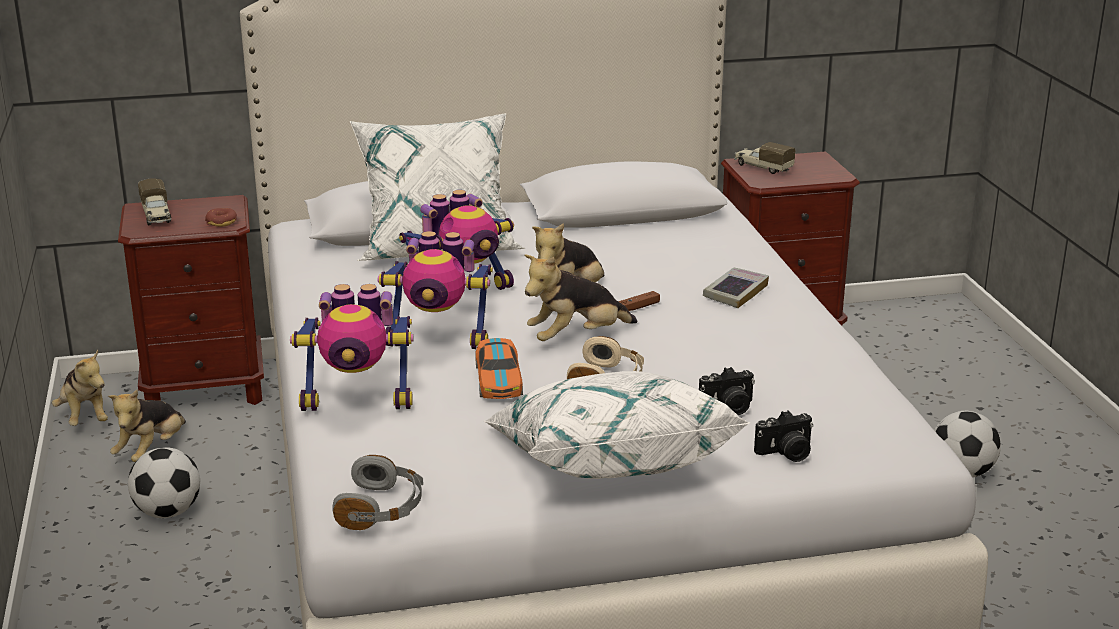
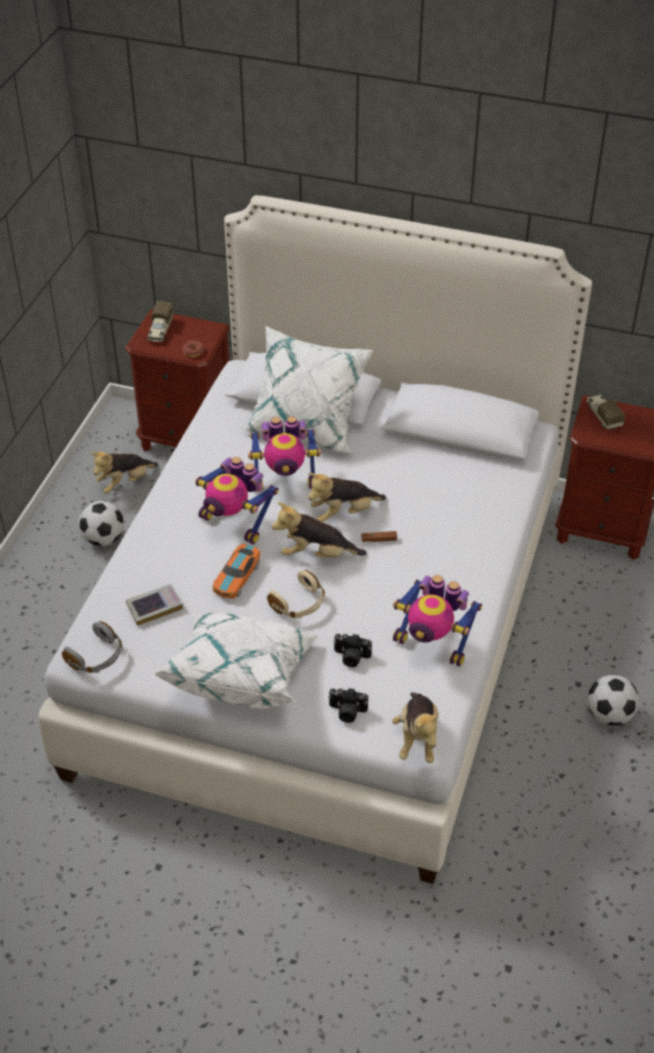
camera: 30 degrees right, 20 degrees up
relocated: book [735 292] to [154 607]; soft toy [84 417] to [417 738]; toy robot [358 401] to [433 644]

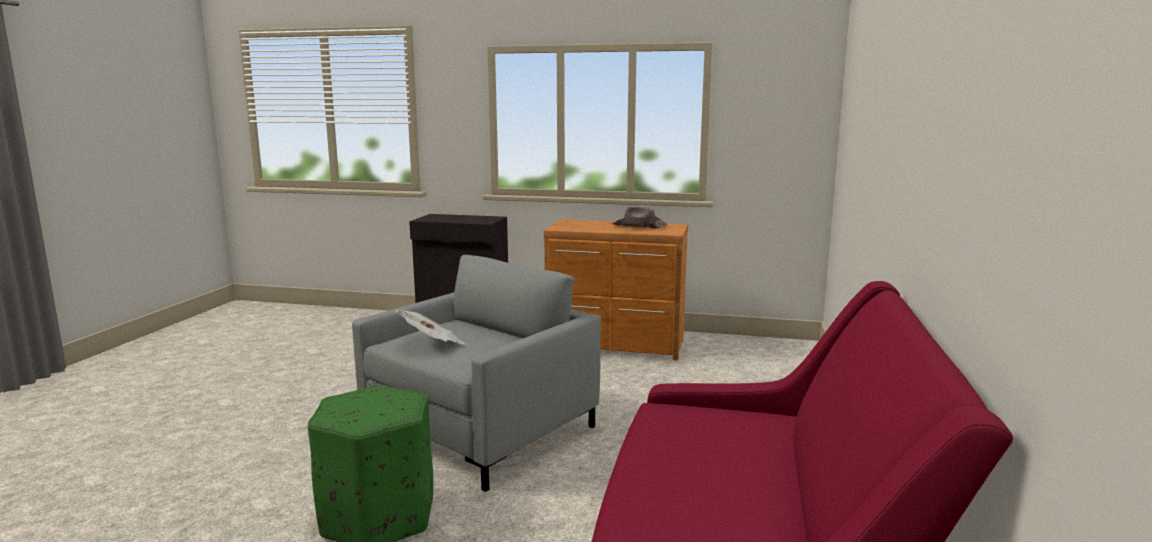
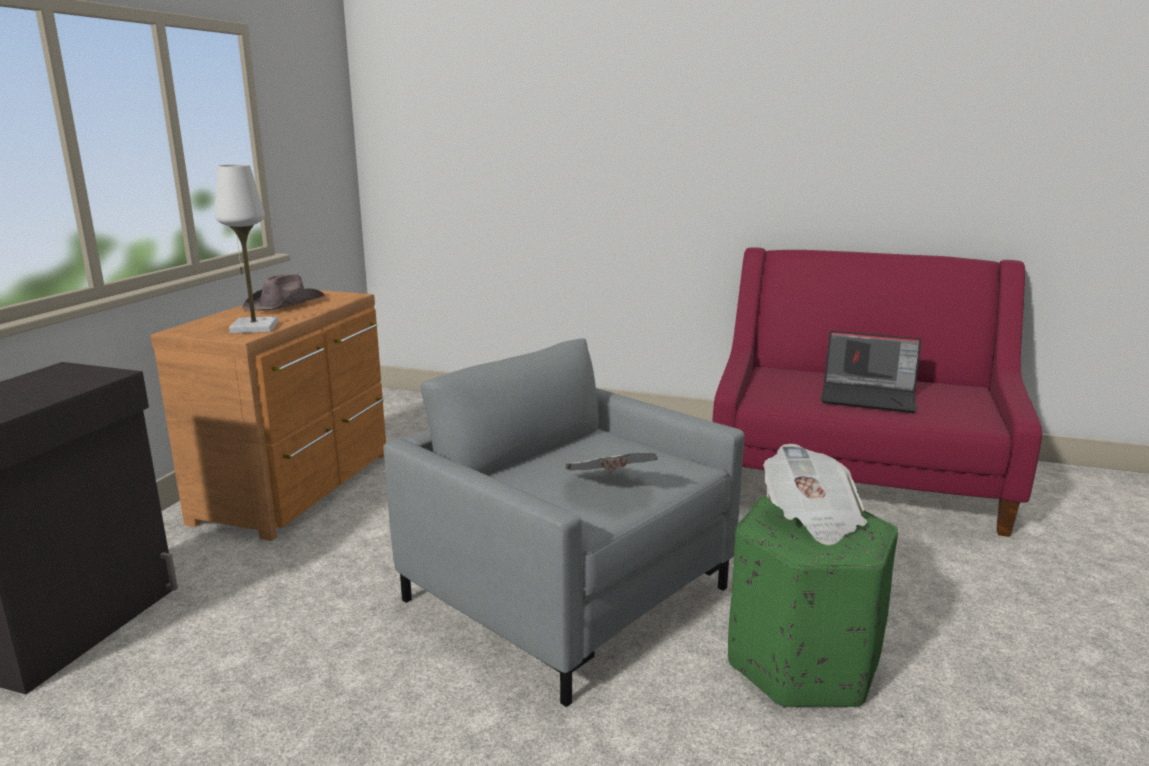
camera: 85 degrees left, 5 degrees up
appeared: white lamp for a table [254 328]; newspaper [811 518]; notebook computer [869 397]

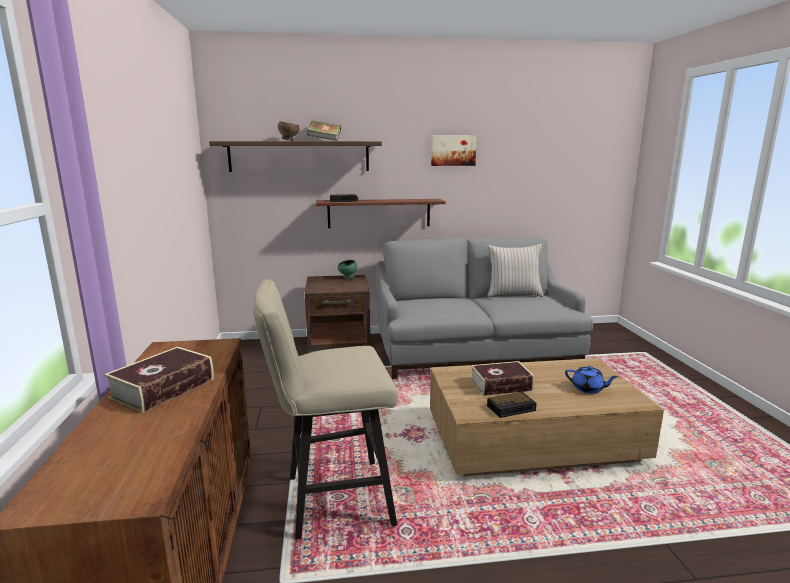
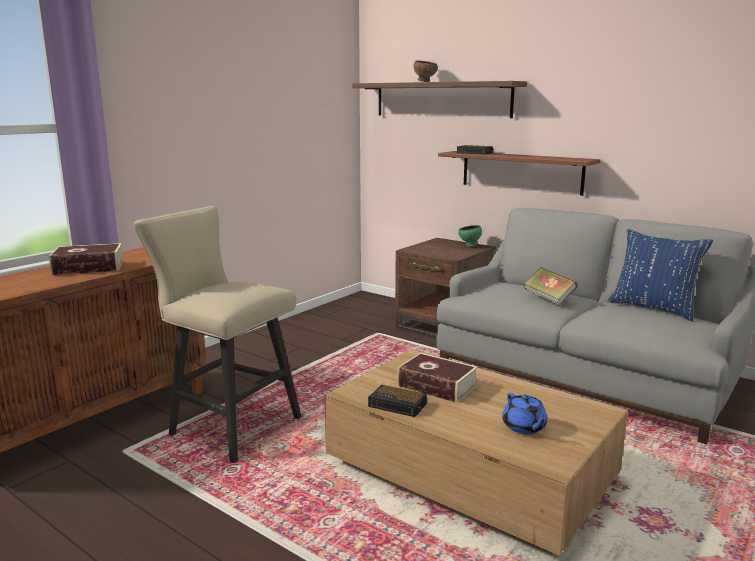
camera: 45 degrees right, 0 degrees up
missing: wall picture [453 150]
relocated: book [324 141] to [548 299]
colour: beige-coloured pillow [513 294] to blue pillow [653 308]

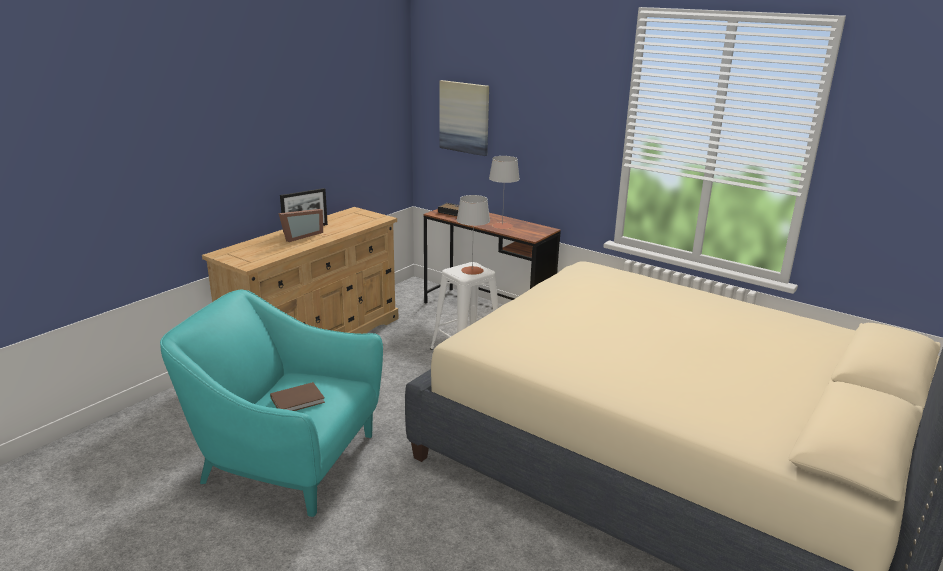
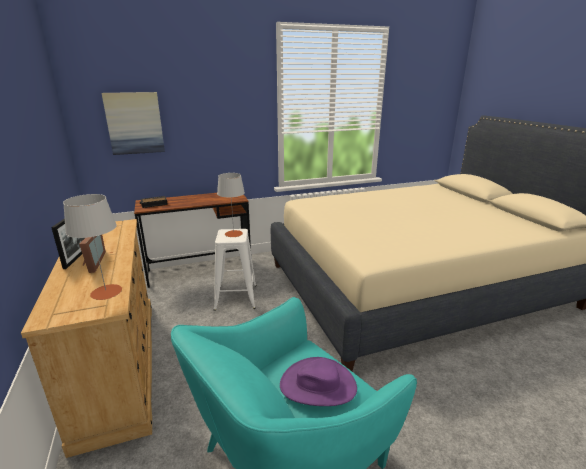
camera: 55 degrees left, 0 degrees up
relocated: greyish lamp for a table [502 226] to [106 292]
exchanged: brown-coloured book [299 400] to purple-coloured wearable hat [318 385]

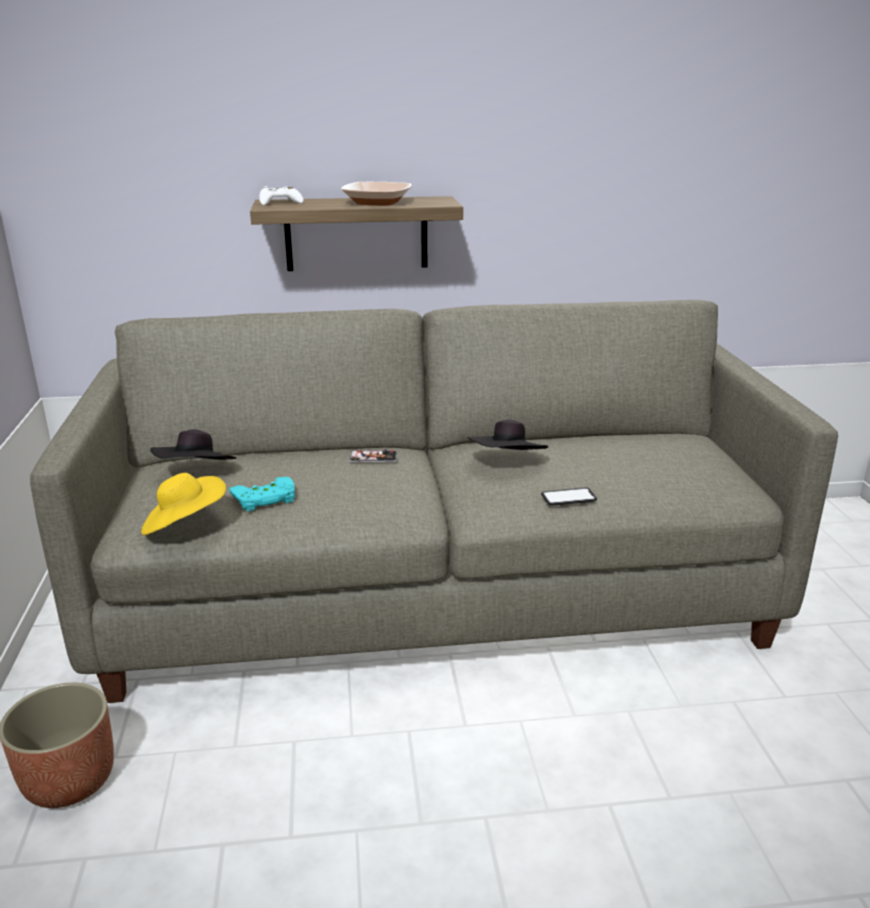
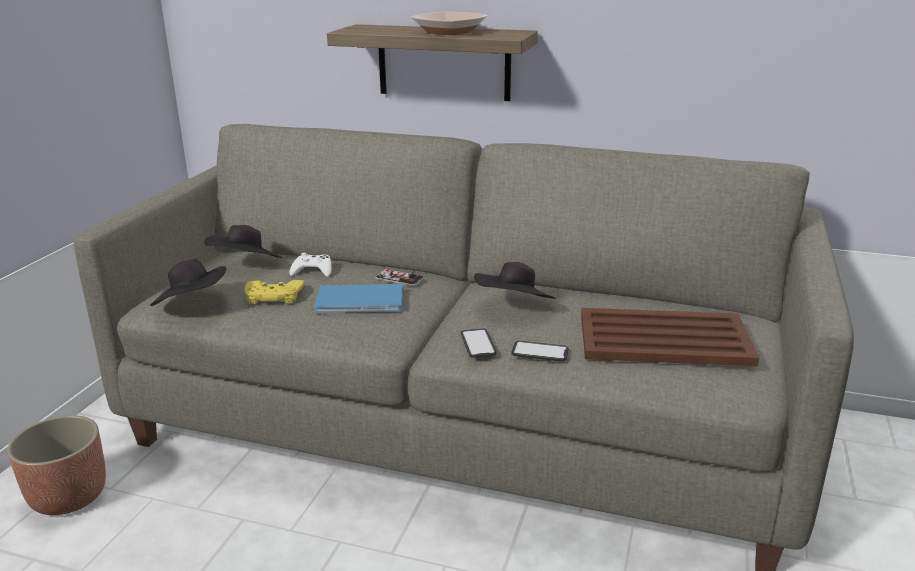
camera: 25 degrees right, 0 degrees up
appeared: blue book [362 301]; handset [478 344]; brown-coloured tray [662 339]
relocated: white game controller [280 202] to [313 270]
colour: yellow-coloured wearable hat [184 525] to black wearable hat [193 305]; turquoise-coloured game controller [265 499] to yellow-coloured game controller [273 297]

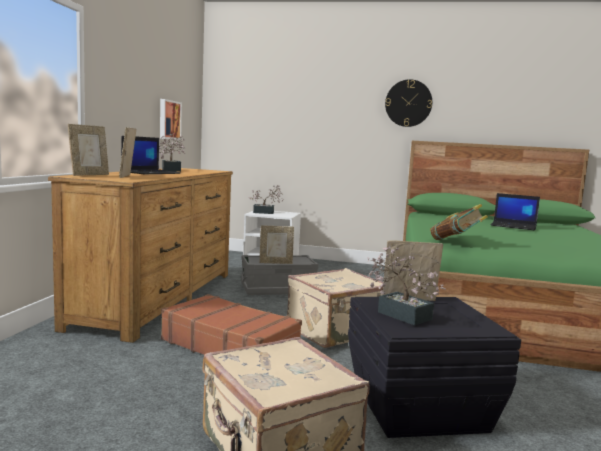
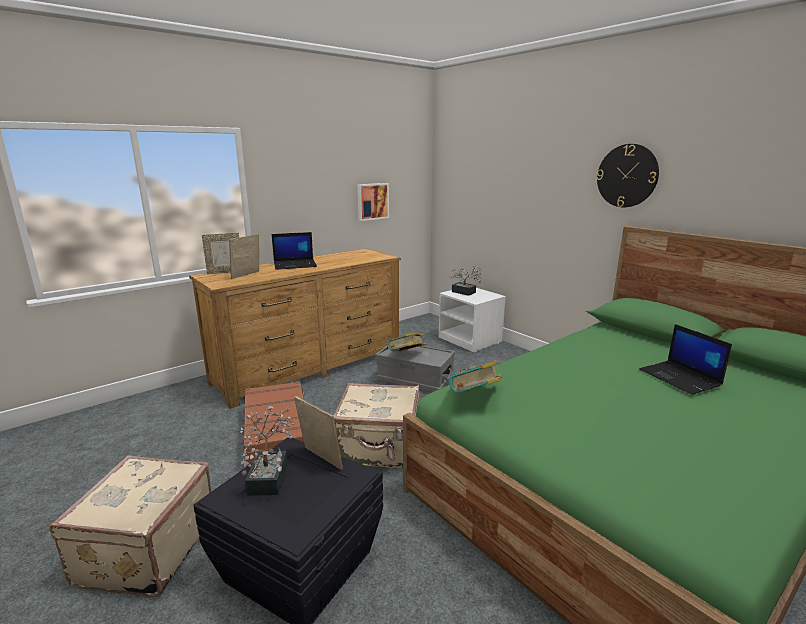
camera: 40 degrees right, 10 degrees up
missing: potted plant [171 170]
exchanged: photo frame [275 263] to book [406 356]

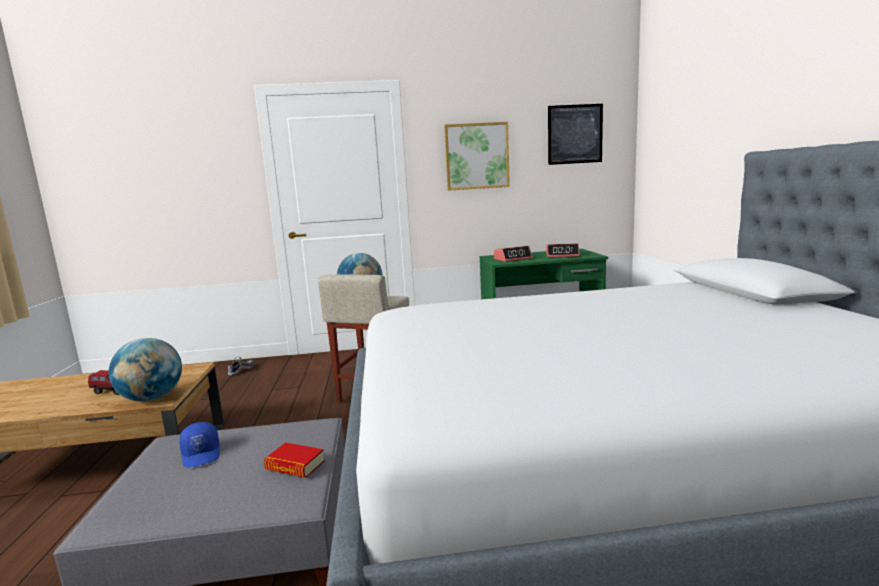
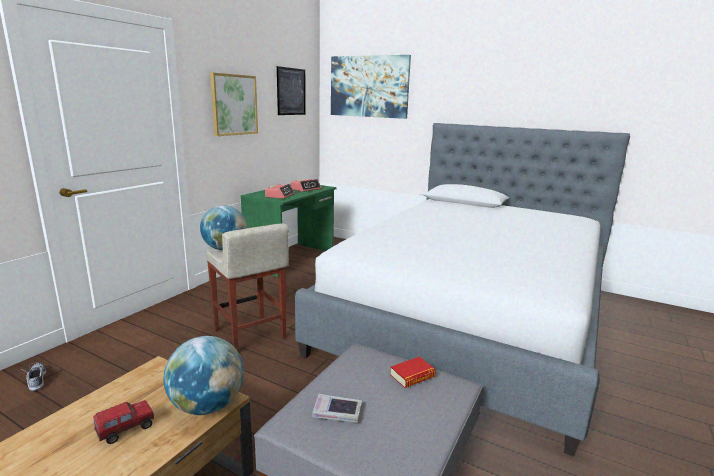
camera: 55 degrees left, 5 degrees up
appeared: wall picture [369 86]
exchanged: blue cap [202 454] to book [337 412]

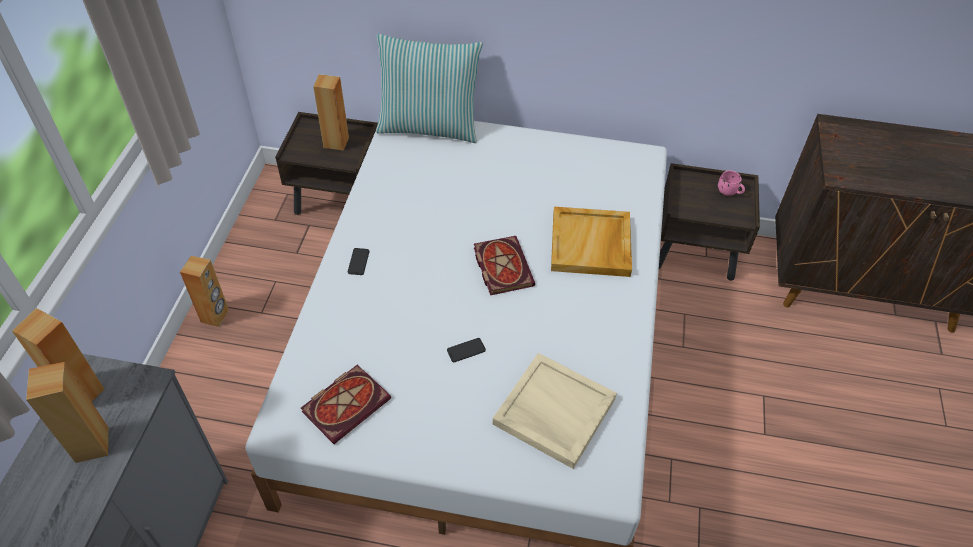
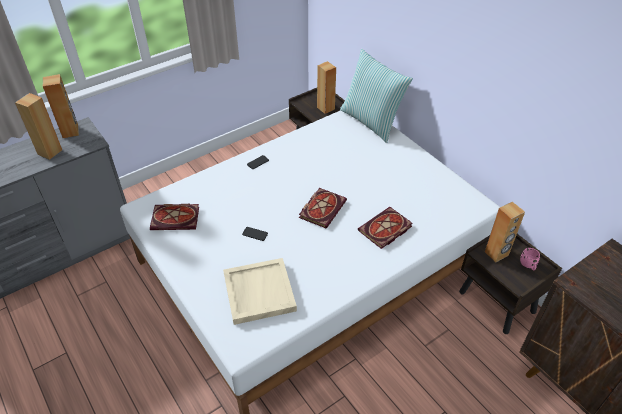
camera: 45 degrees right, 5 degrees down
relocated: brown-coloured audio speaker [215 316] to [496 254]
exchanged: beige-coloured tray [591 245] to book [385 230]

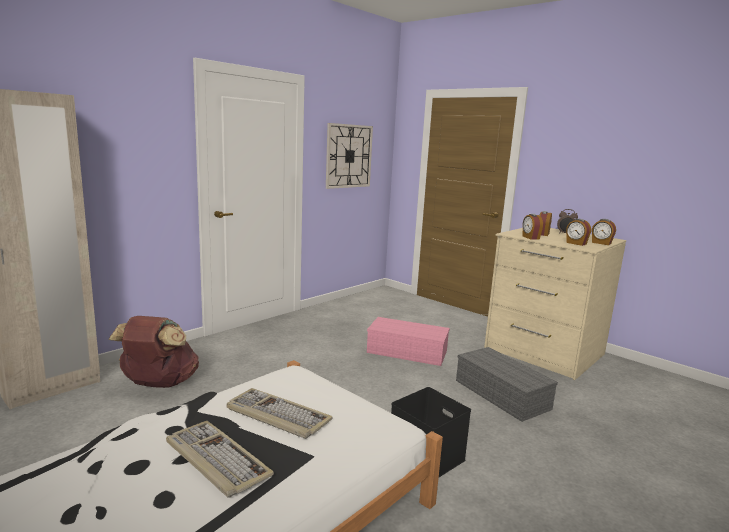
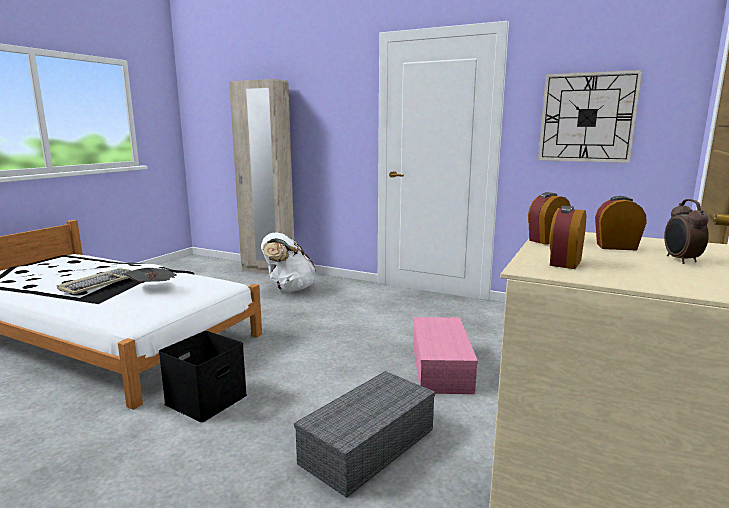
camera: 75 degrees right, 0 degrees up
missing: bedside clock [601 243]
exchanged: PC keyboard [276 415] to newspaper [153 288]
colour: brown-coloured backpack [158 384] to white backpack [288 289]

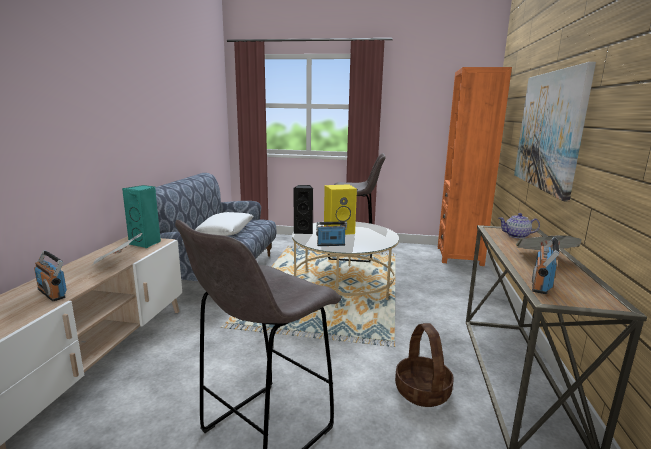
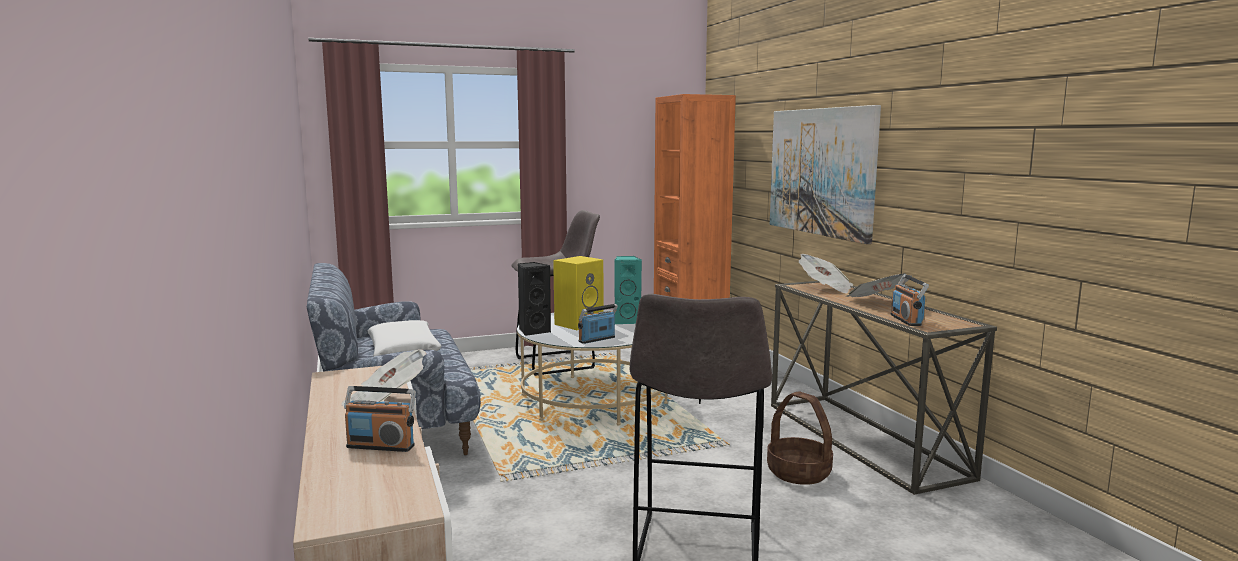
camera: 30 degrees left, 5 degrees down
relocated: turquoise-coloured audio speaker [146 243] to [627 321]
exchanged: teapot [517 236] to newspaper [825 288]

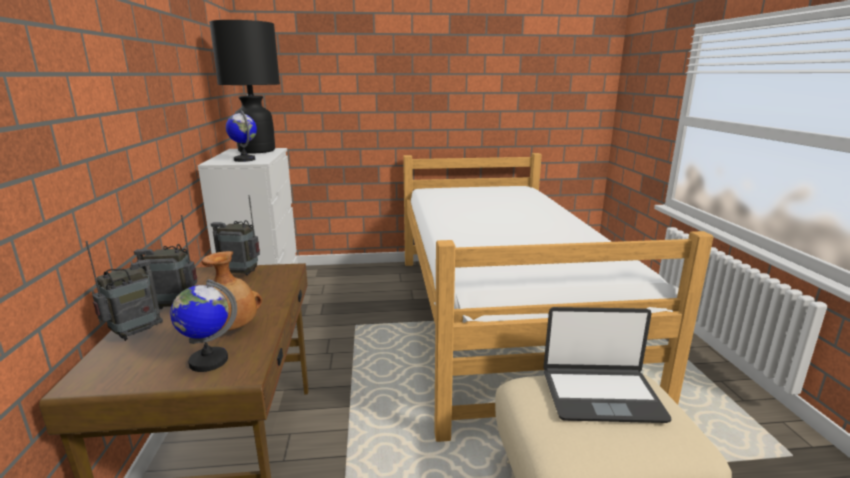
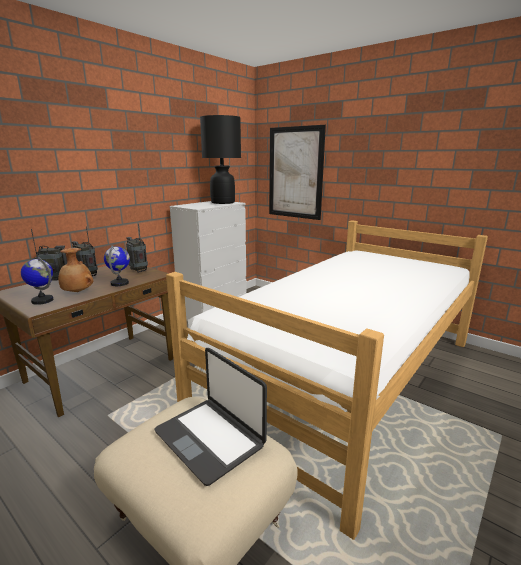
camera: 45 degrees right, 0 degrees up
appeared: wall picture [295 173]
relocated: desk globe [245 159] to [120 283]

